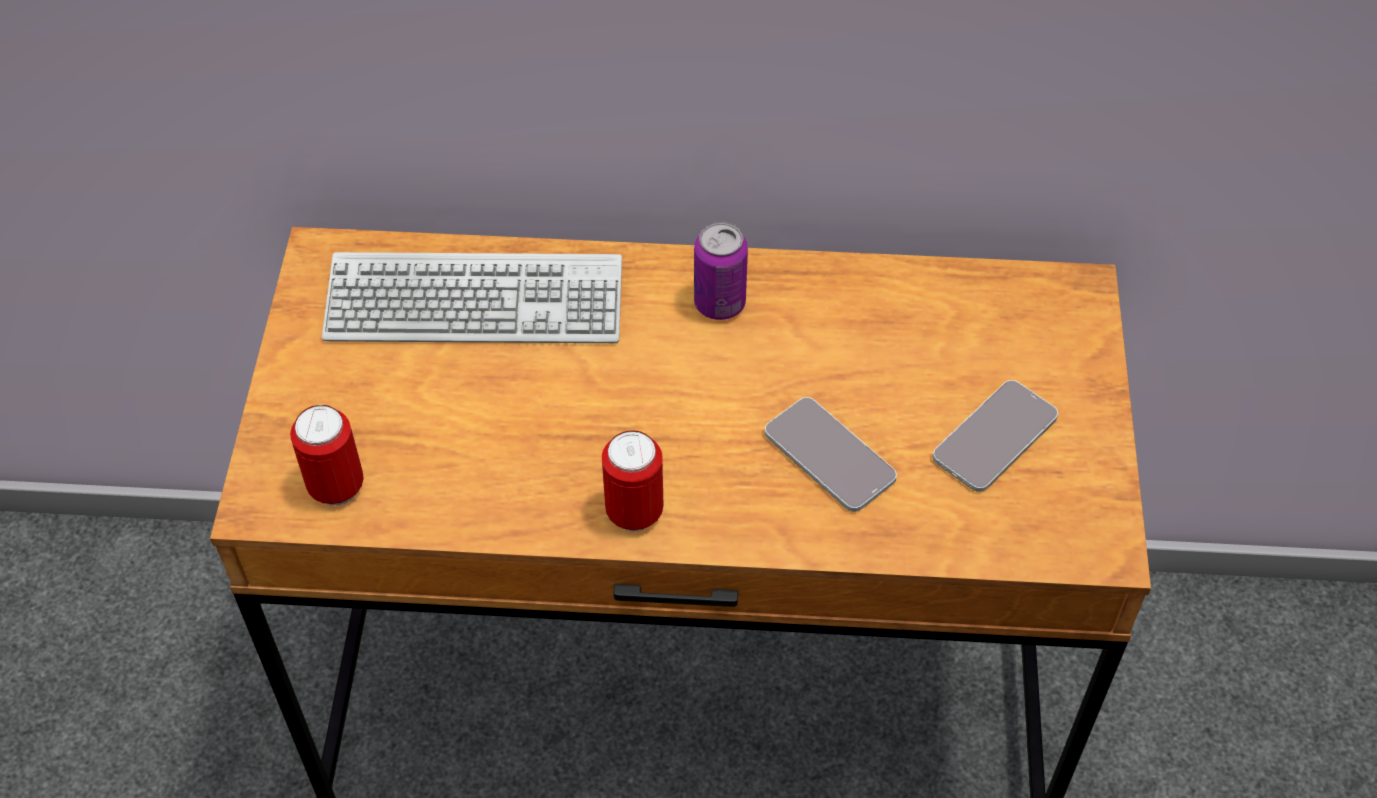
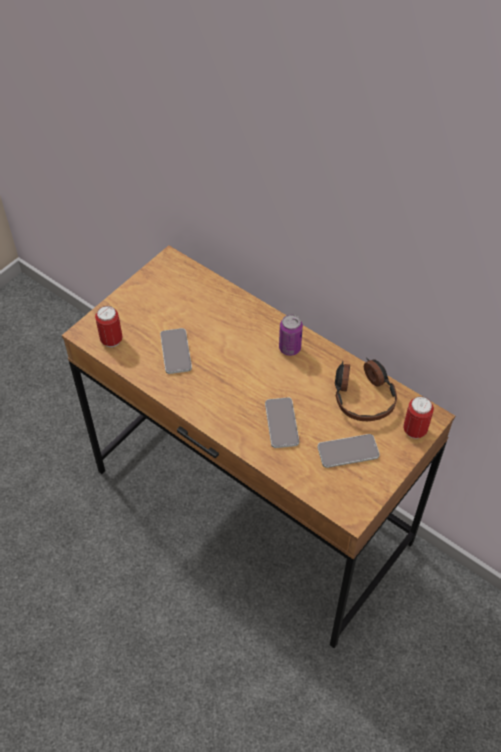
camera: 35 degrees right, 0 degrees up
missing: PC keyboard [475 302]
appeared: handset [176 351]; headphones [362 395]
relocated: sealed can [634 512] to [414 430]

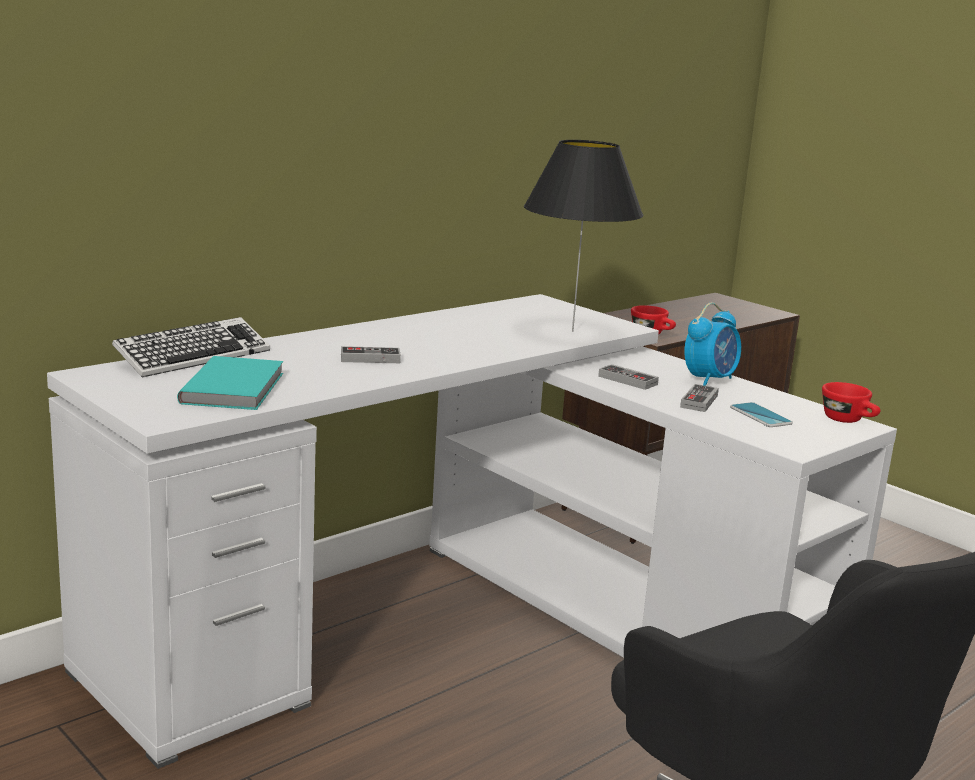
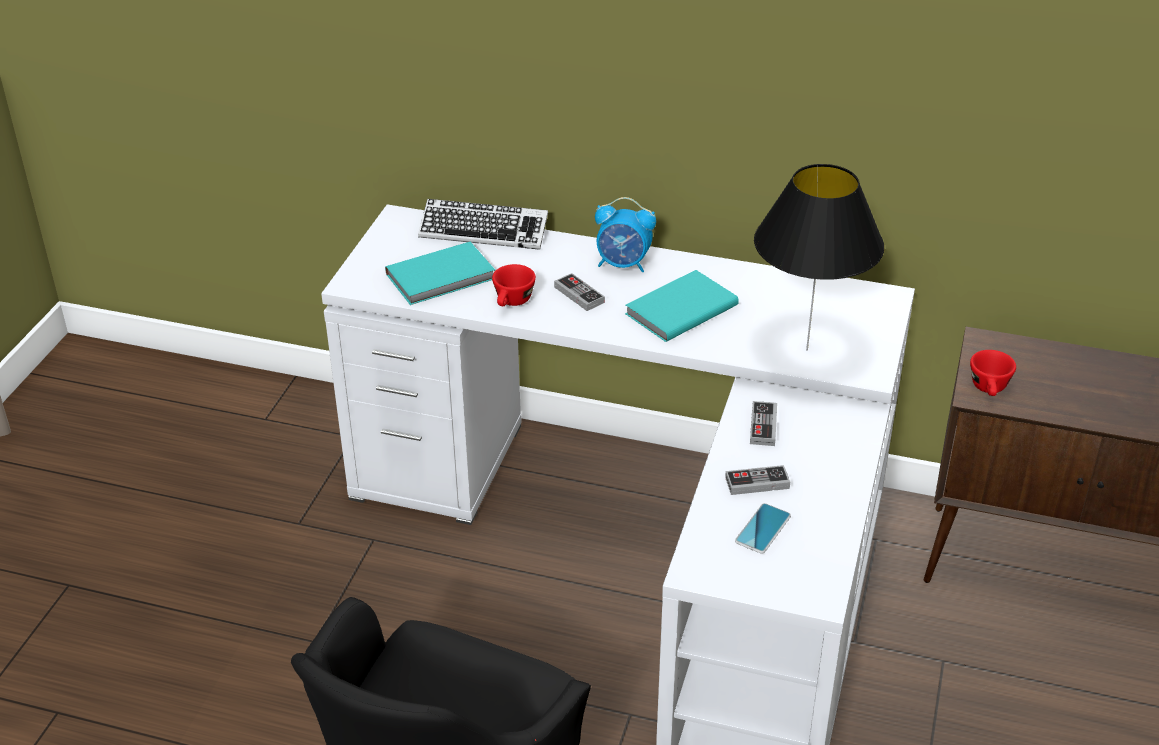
camera: 60 degrees right, 20 degrees up
appeared: turquoise-coloured book [678 309]
relocated: red-coloured drinking cup [849 421] to [512 302]; bedside clock [710 380] to [623 264]

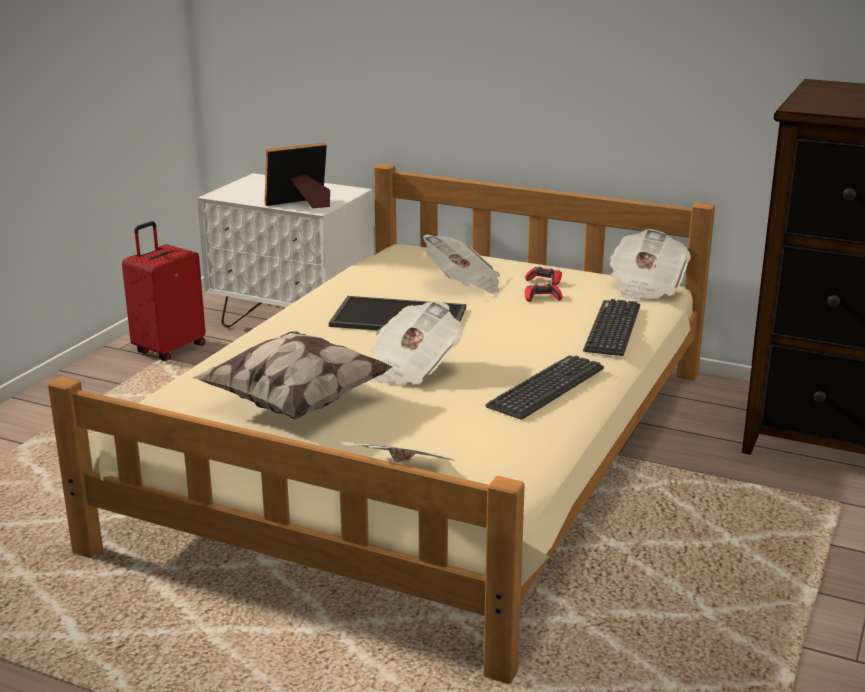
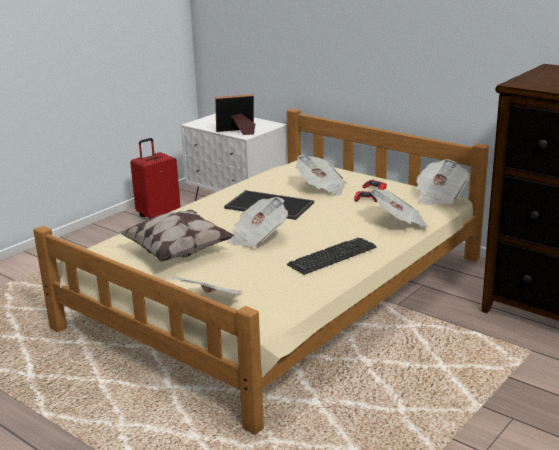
camera: 15 degrees right, 0 degrees up
exchanged: PC keyboard [612 328] to newspaper [399 222]

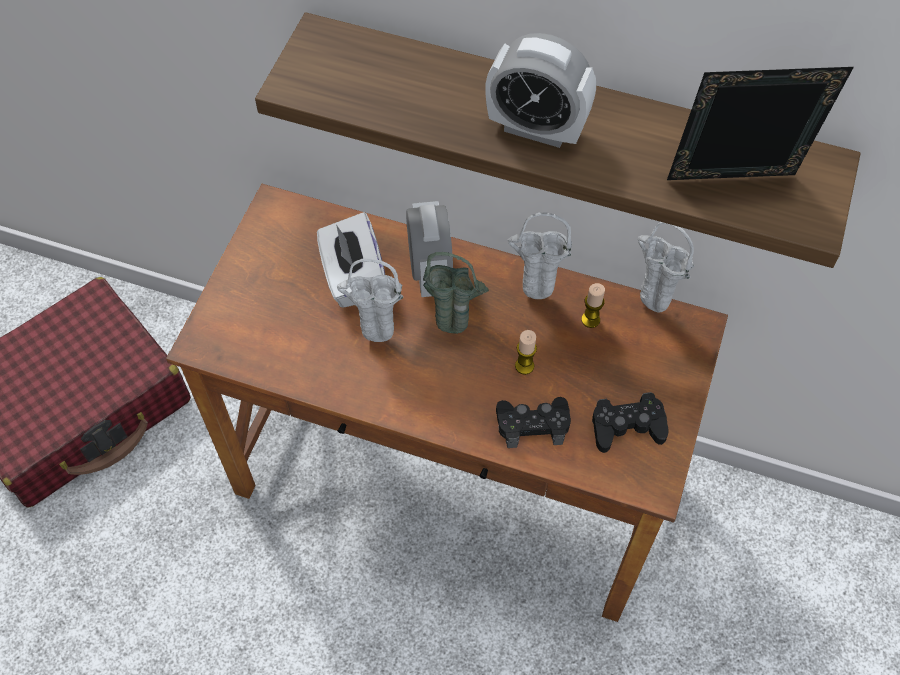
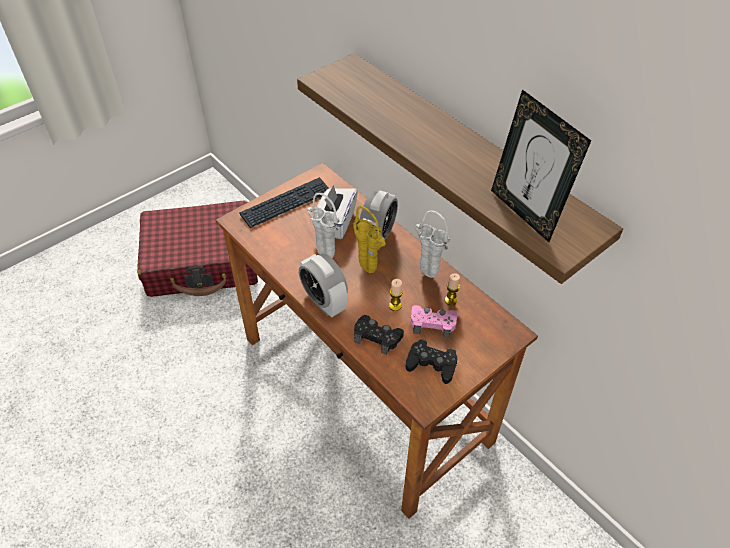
camera: 30 degrees right, 10 degrees down
missing: white decorative vase [648 306]
appeared: PC keyboard [286 204]; pink-coloured game controller [432 323]
relocated: bedside clock [536 128] to [324 302]
colour: green decorative vase [455 331] to yellow-coloured decorative vase [369 272]
spun: photo frame [733 186] = [524 213] 150 degrees counterclockwise

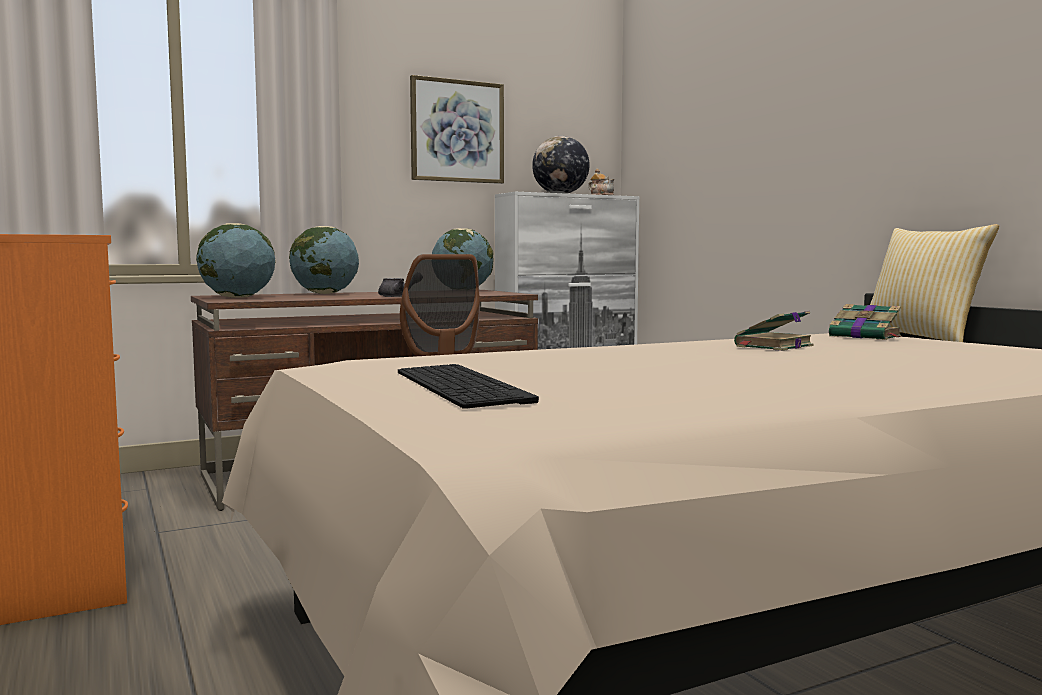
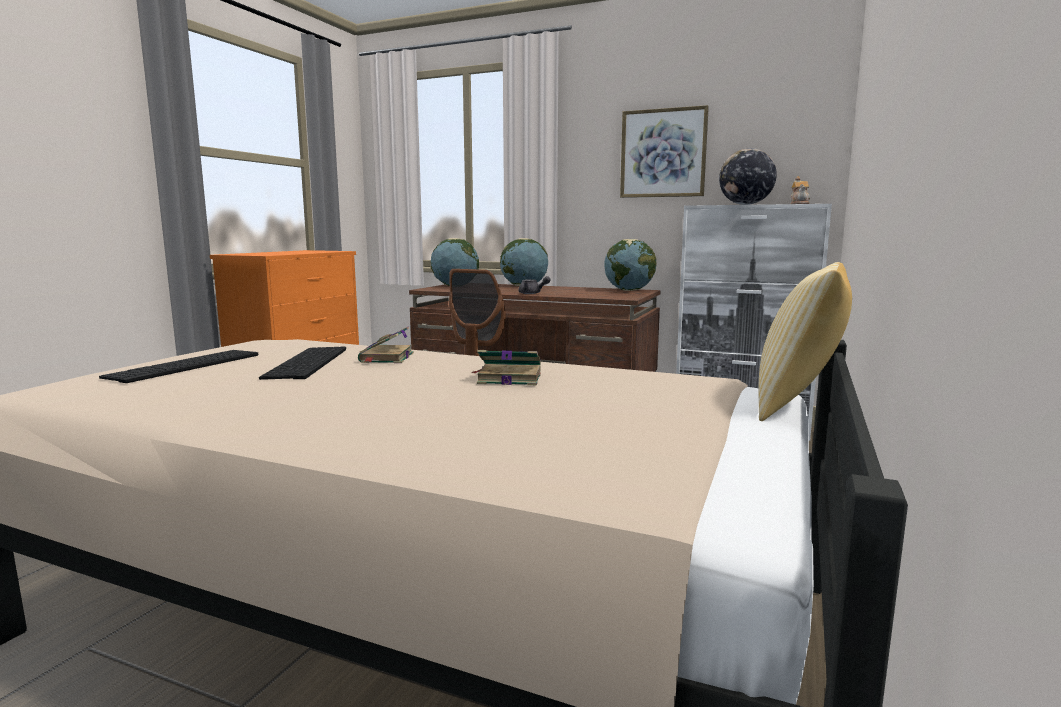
camera: 50 degrees right, 5 degrees up
appeared: PC keyboard [309 363]
relocated: book [866 336] to [386 358]

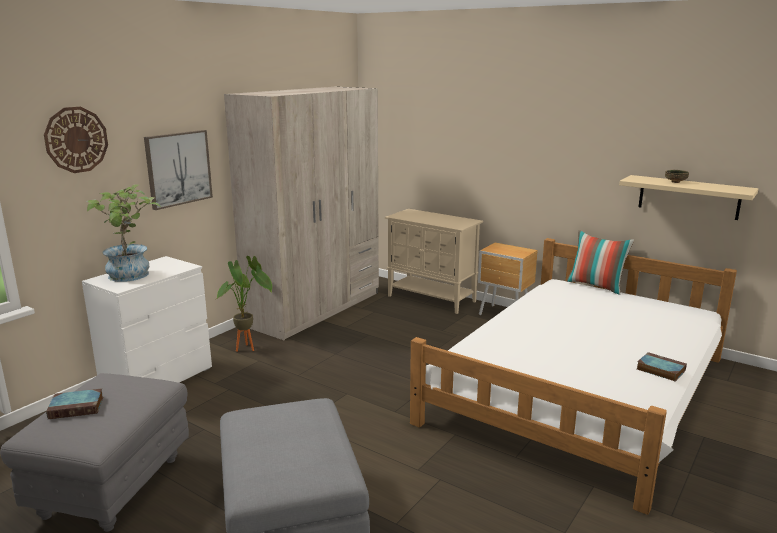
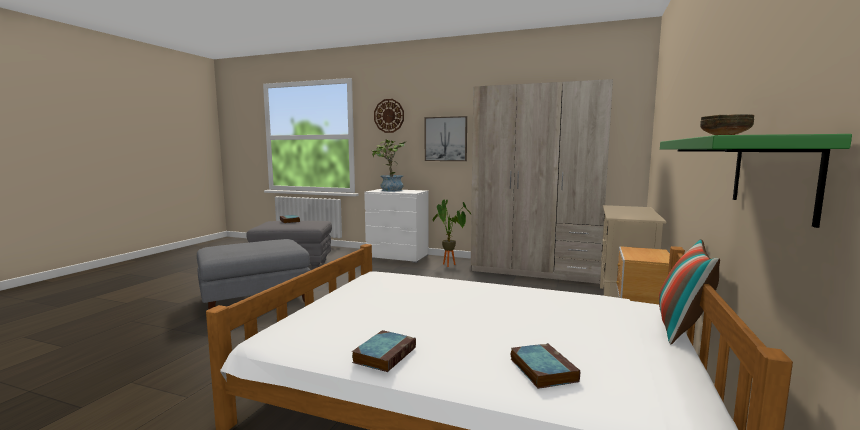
camera: 75 degrees right, 10 degrees down
appeared: book [541 369]
colour: beige-coloured wall shelf [688 197] to green wall shelf [772 174]

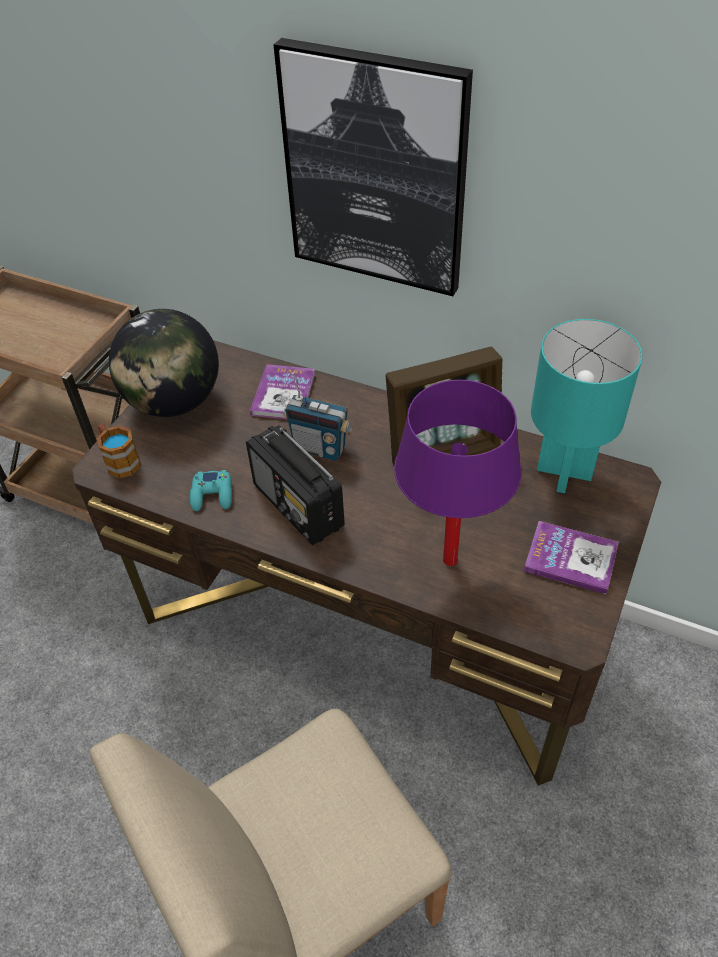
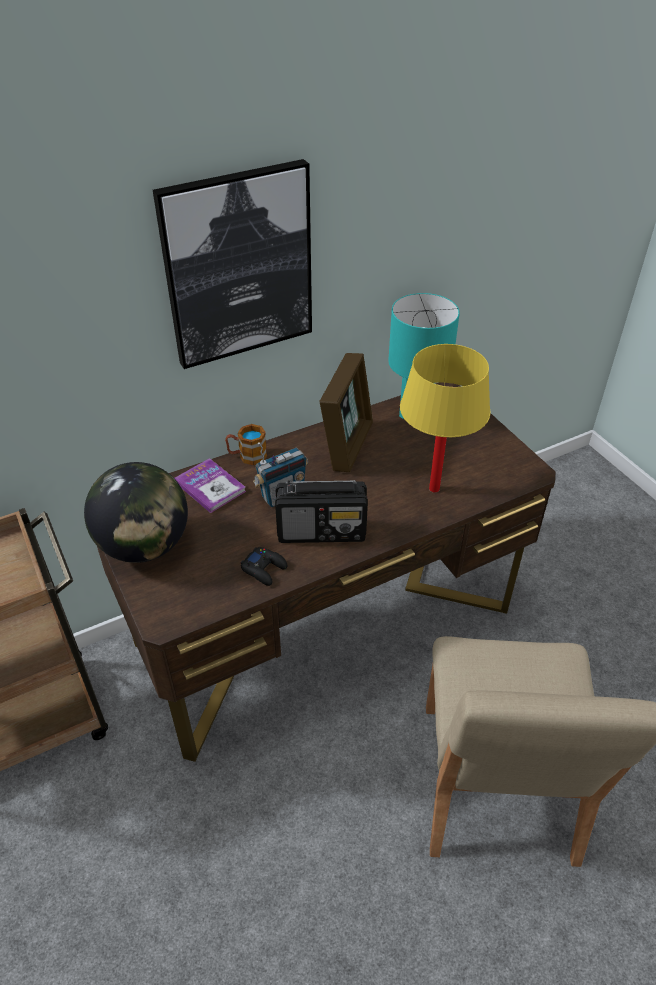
camera: 55 degrees left, 5 degrees down
missing: book [570 559]
relocated: coffee mug [120 460] to [247 456]
colour: turquoise-coloured game controller [213 495] to black game controller [264 569]; purple-coloured lamp for a table [450 560] to yellow-coloured lamp for a table [434 488]

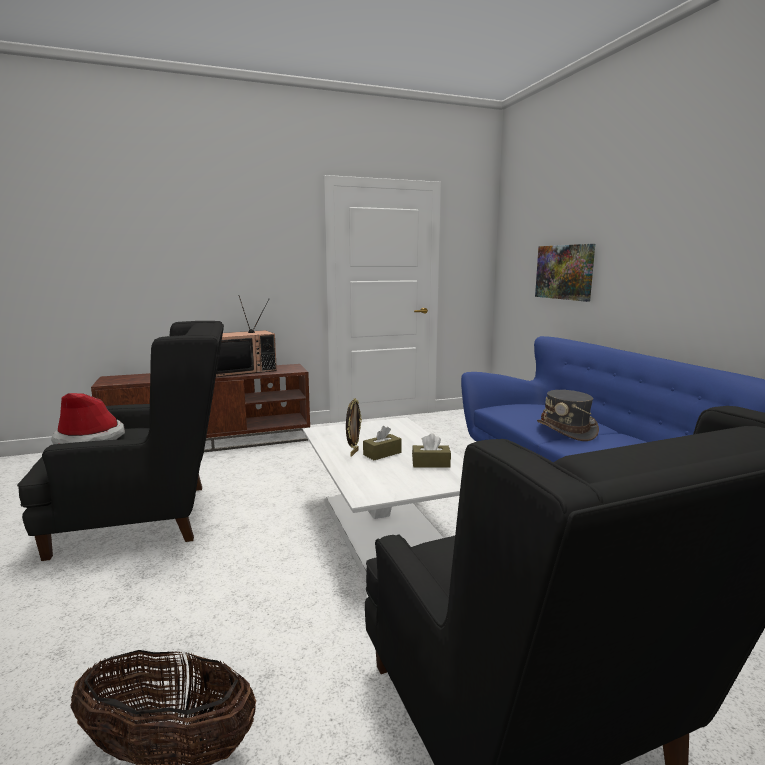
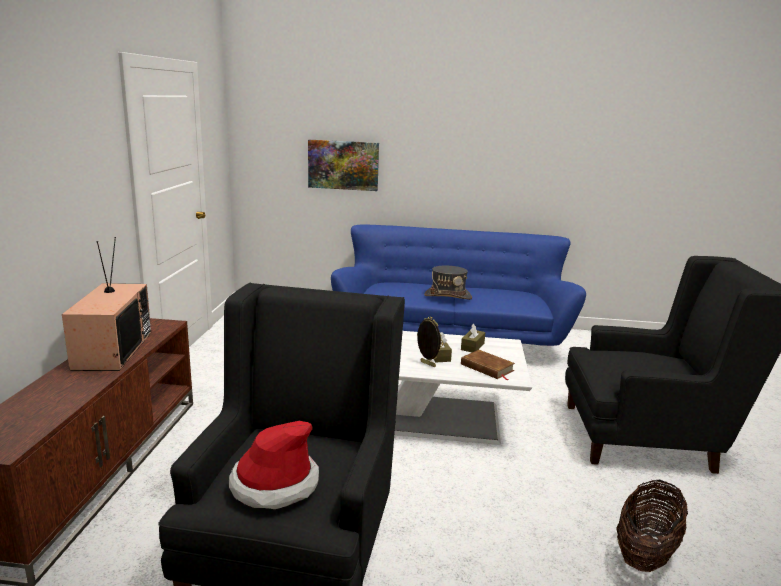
camera: 65 degrees left, 5 degrees up
appeared: brown-coloured book [487 368]

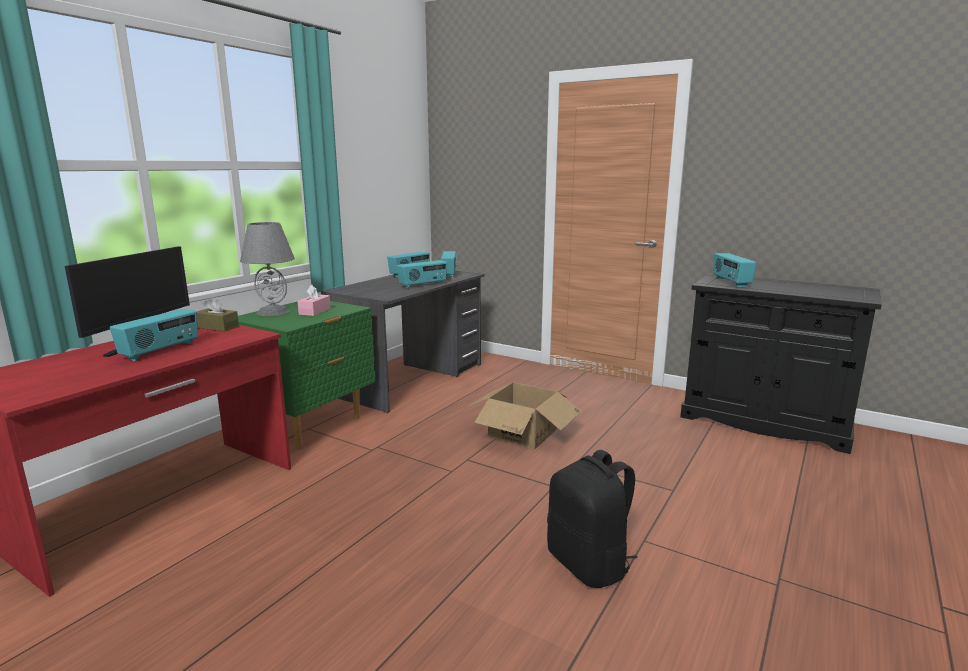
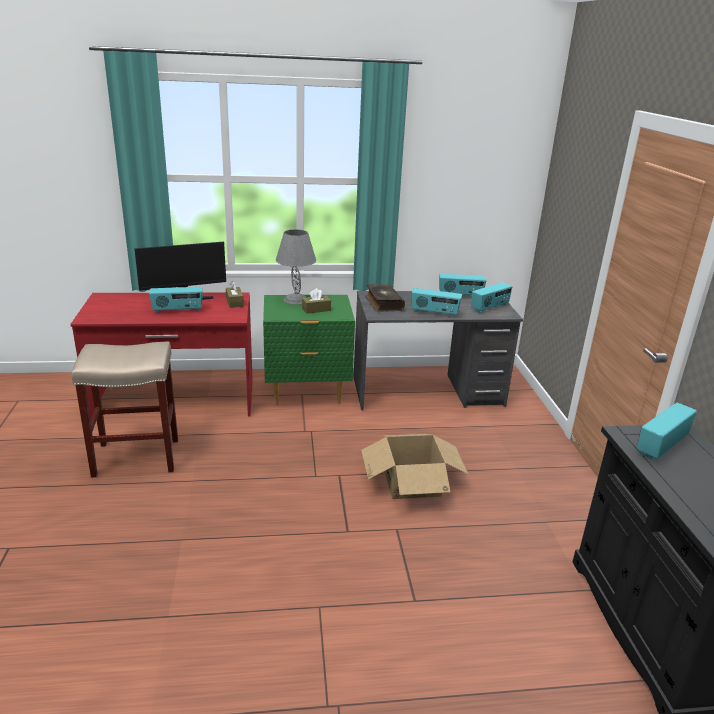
camera: 50 degrees right, 10 degrees up
missing: black backpack [589 564]
appeared: beige-coloured sitting stool [135 458]; book [383 303]
colour: pink-coloured box of tissues [315 311] to brown-coloured box of tissues [316 309]

